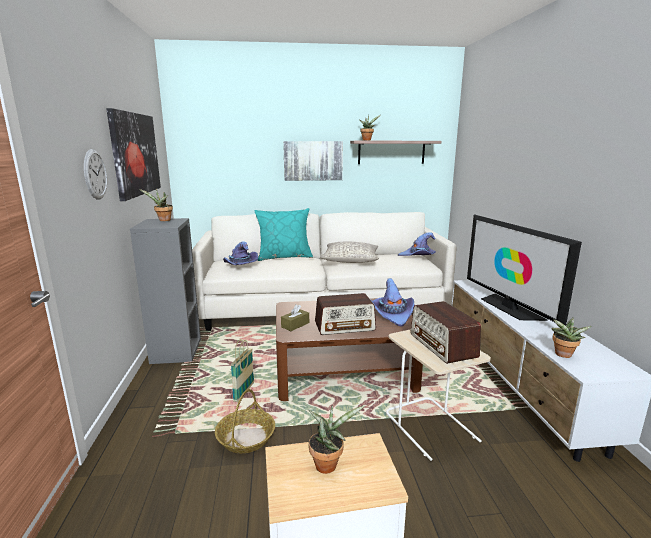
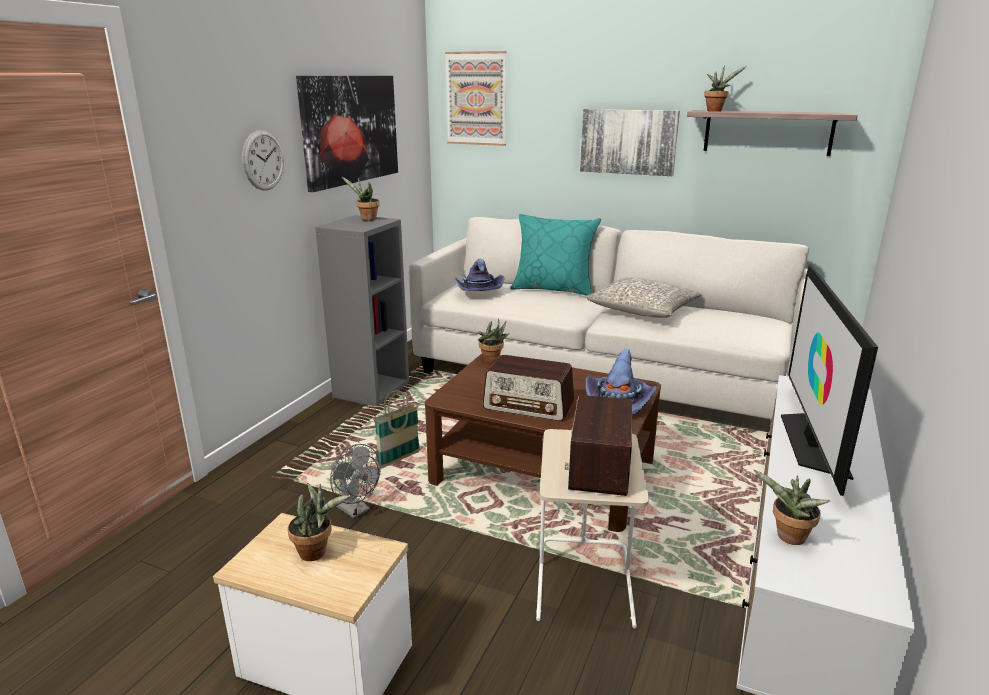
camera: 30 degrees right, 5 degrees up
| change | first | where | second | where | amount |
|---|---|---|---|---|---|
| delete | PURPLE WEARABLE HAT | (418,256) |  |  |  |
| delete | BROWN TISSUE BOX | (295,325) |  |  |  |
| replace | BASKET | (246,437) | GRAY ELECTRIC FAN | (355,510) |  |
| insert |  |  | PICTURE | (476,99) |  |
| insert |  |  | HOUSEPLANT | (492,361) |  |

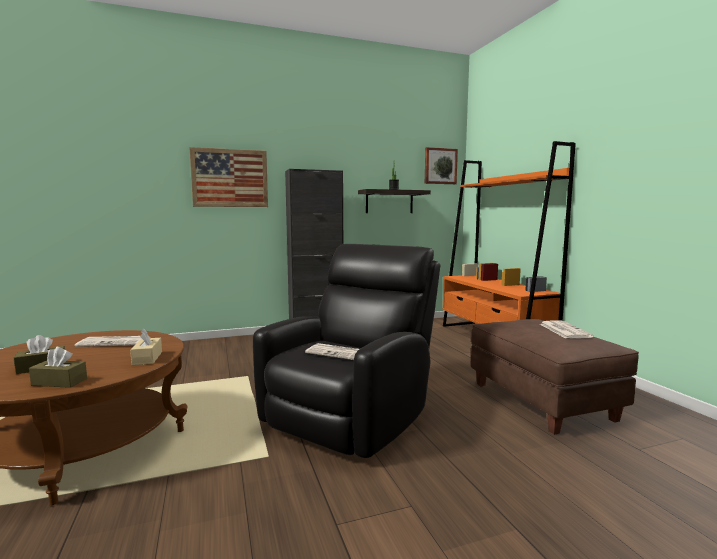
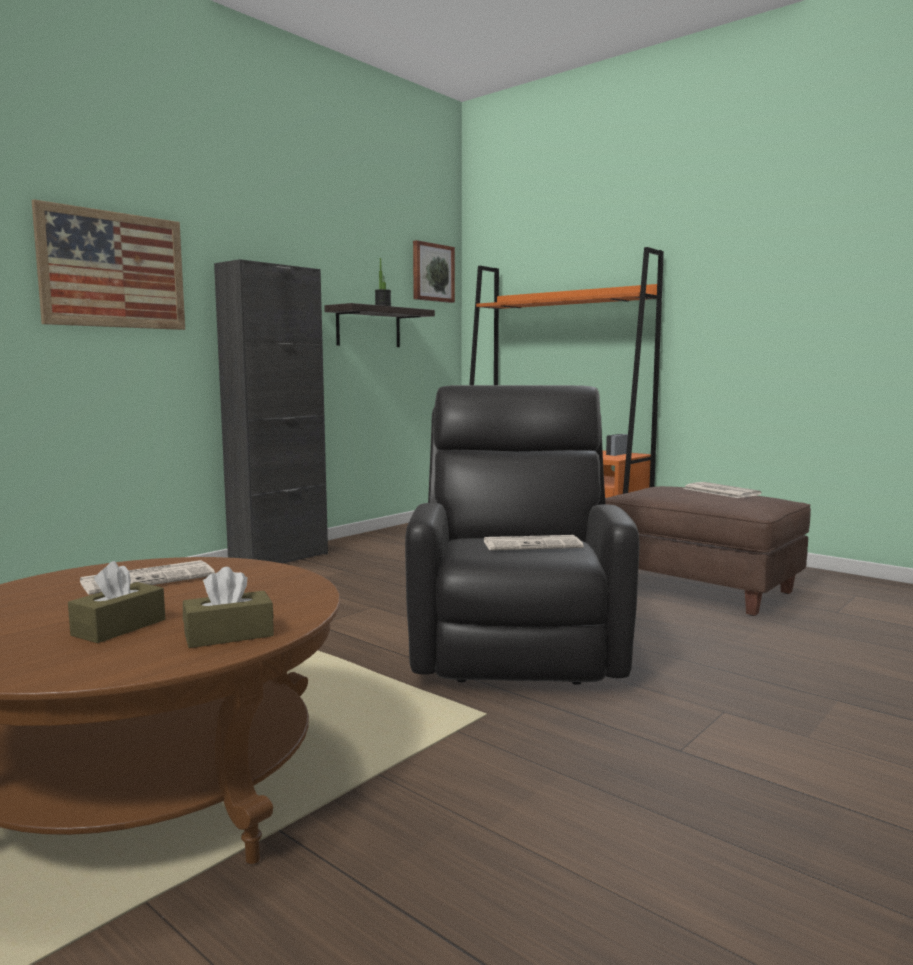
camera: 30 degrees left, 0 degrees up
| change | first | where | second | where | amount |
|---|---|---|---|---|---|
| delete | SAND-COLOURED TISSUE BOX | (147,358) |  |  |  |

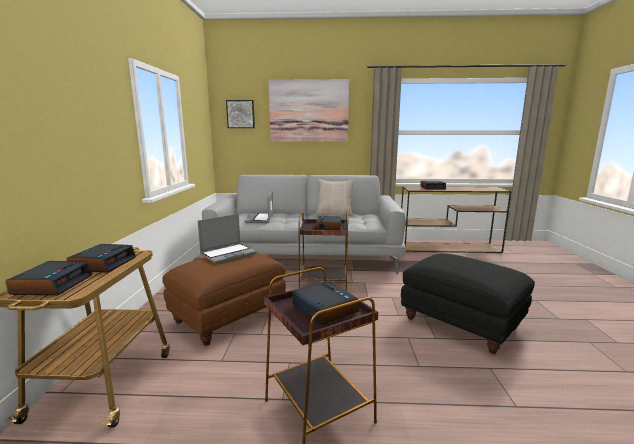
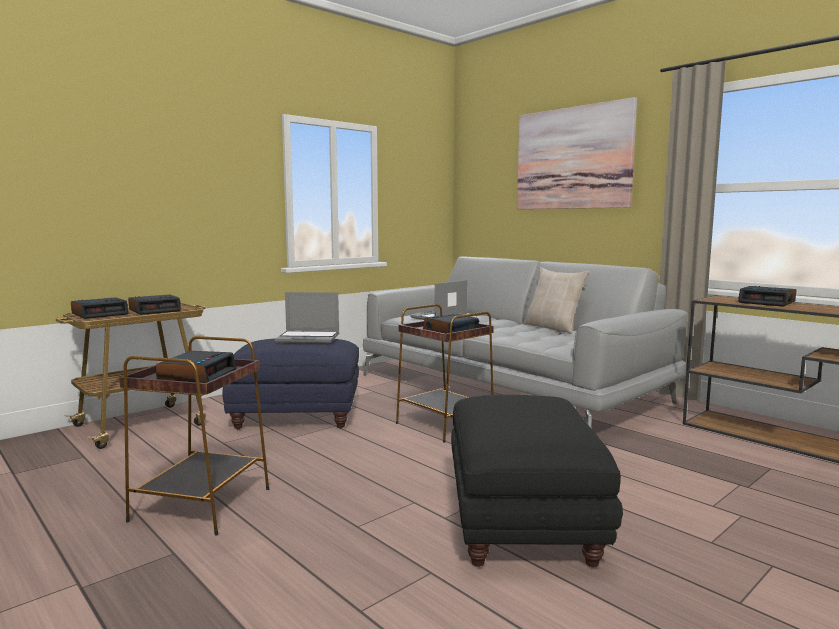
camera: 45 degrees right, 5 degrees down
| change | first | where | second | where | amount |
|---|---|---|---|---|---|
| delete | PICTURE | (240,114) |  |  |  |
| recolor | BROWN OTTOMAN | (229,316) | BLUE OTTOMAN | (298,416) |  |

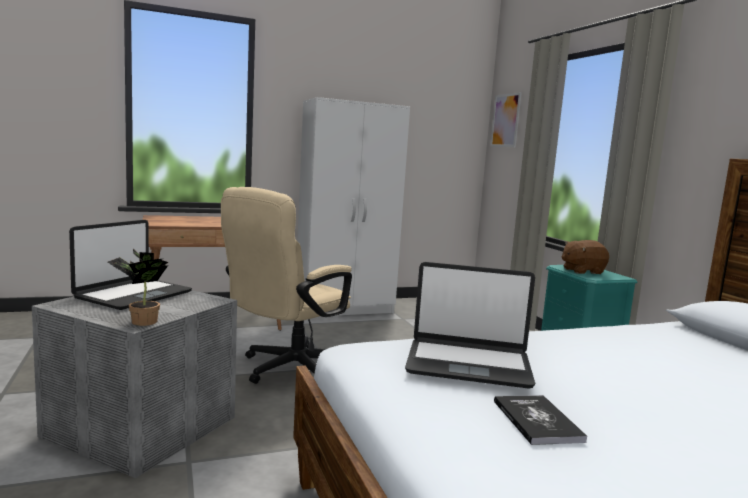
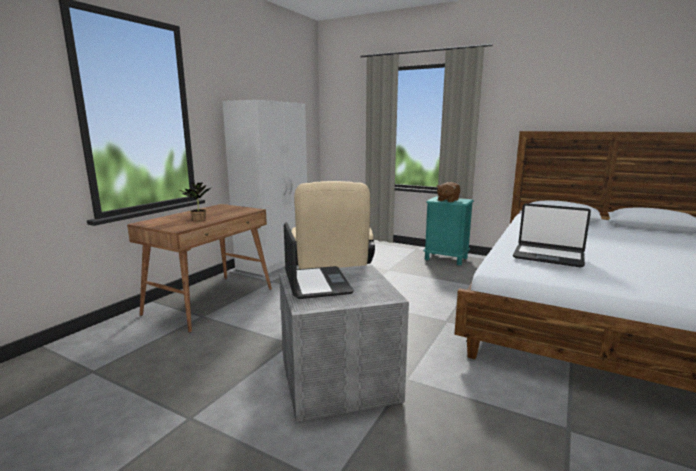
camera: 40 degrees left, 5 degrees up
| change | first | where | second | where | amount |
|---|---|---|---|---|---|
| delete | PICTURE | (505,120) |  |  |  |
| move | HOUSEPLANT | (140,322) |  | (197,219) |  |
| rotate | LAPTOP | (468,364) |  | (548,256) | 60 degrees clockwise |
| delete | VOLUME | (537,421) |  |  |  |

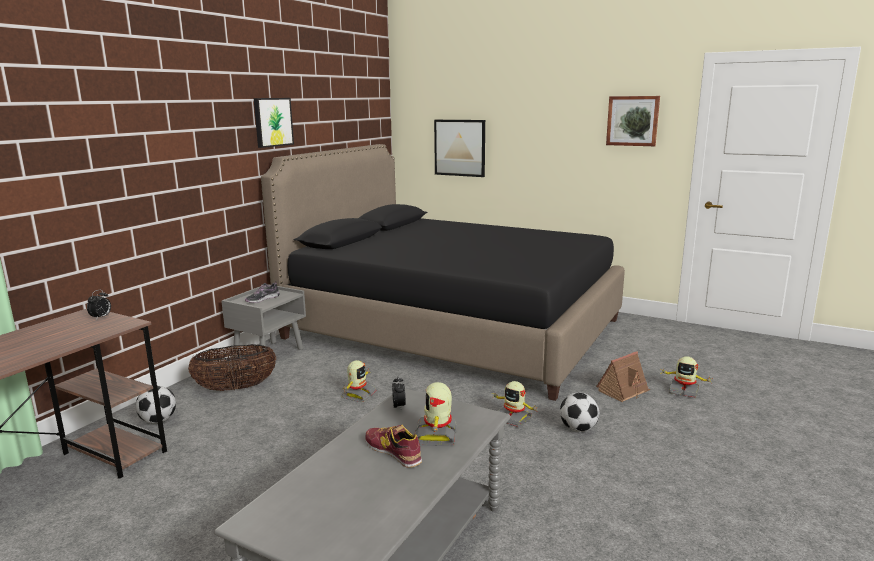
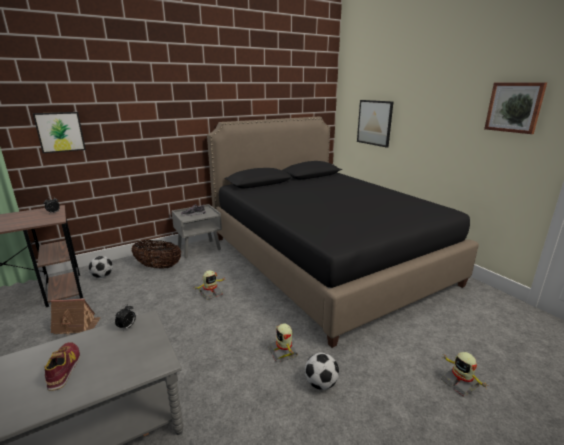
camera: 30 degrees right, 5 degrees up
| change | first | where | second | where | amount |
|---|---|---|---|---|---|
| move | PICTURE | (272,122) |  | (60,132) |  |
| move | MINIATURE HOUSE | (623,391) |  | (77,325) |  |
| delete | TOY ROBOT | (437,435) |  |  |  |

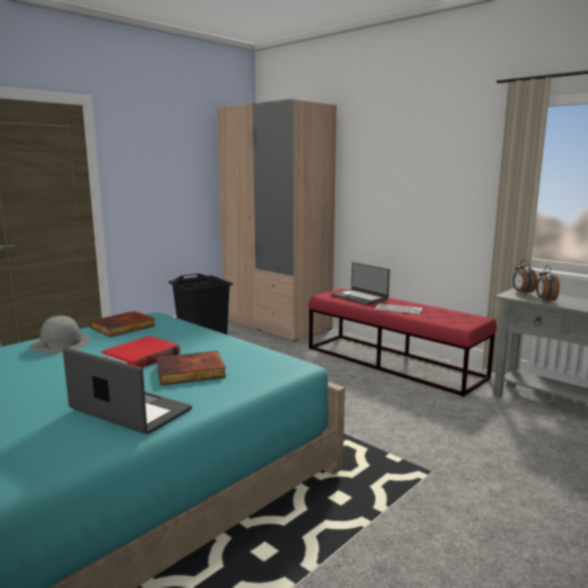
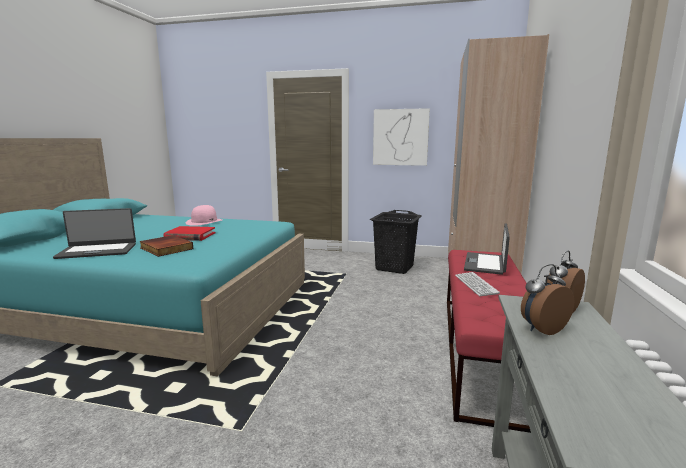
camera: 60 degrees right, 0 degrees up
| change | first | where | second | where | amount |
|---|---|---|---|---|---|
| delete | VOLUME | (123,327) |  |  |  |
| recolor | GRAY WEARABLE HAT | (61,343) | PINK WEARABLE HAT | (204,221) |  |
| rotate | LAPTOP | (129,411) |  | (97,251) | 75 degrees clockwise |
| insert |  |  | PICTURE | (400,137) |  |

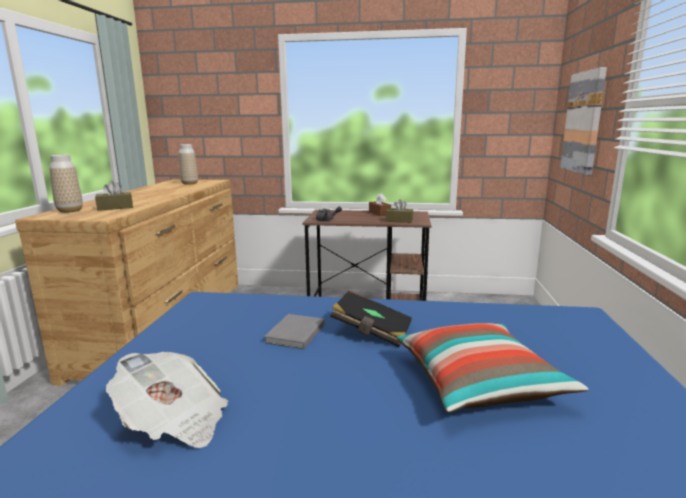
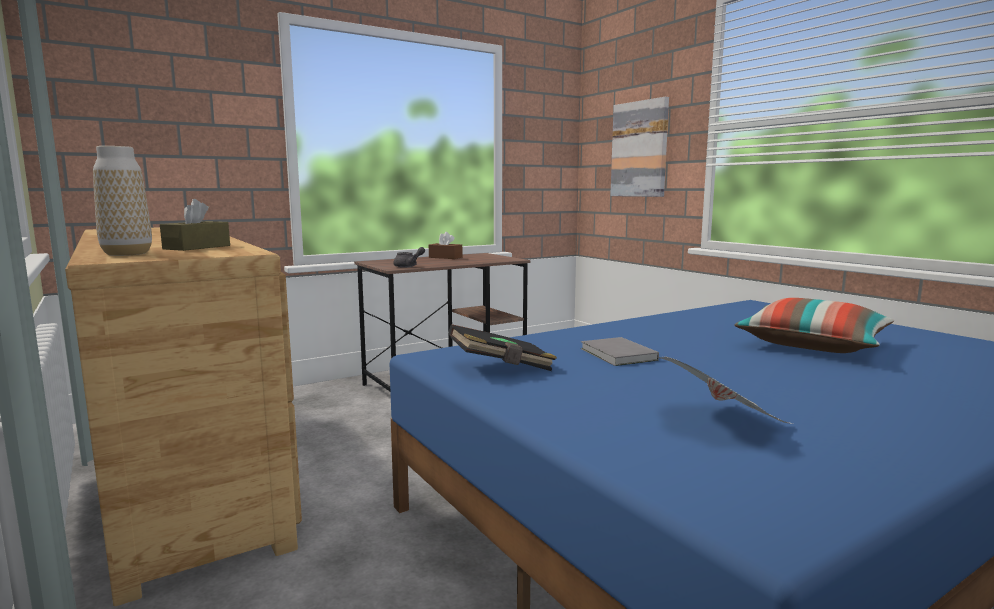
camera: 40 degrees left, 5 degrees down
| change | first | where | second | where | amount |
|---|---|---|---|---|---|
| delete | FLOWER VASE | (189,183) |  |  |  |
| delete | BROWN TISSUE BOX | (399,220) |  |  |  |
| move | BLACKISH VOLUME | (372,332) |  | (501,367) |  |

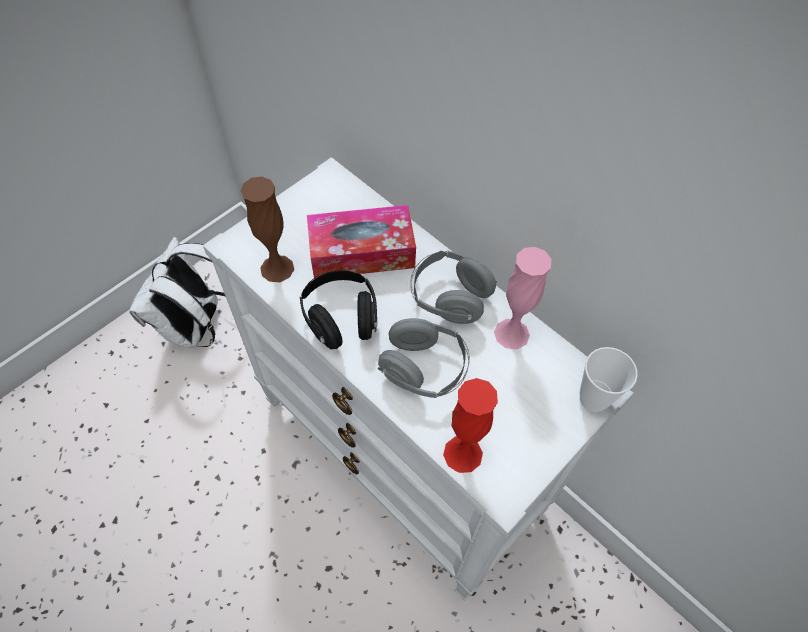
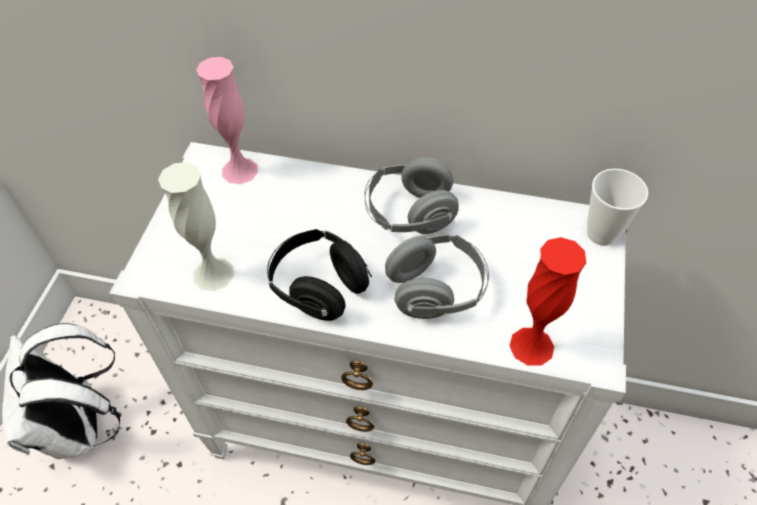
camera: 30 degrees left, 5 degrees down
| change | first | where | second | where | amount |
|---|---|---|---|---|---|
| recolor | BROWN FLOWER VASE | (277,268) | WHITE-COLOURED FLOWER VASE | (213,274) |  |
| delete | TISSUE BOX | (362,252) |  |  |  |
| move | PINK FLOWER VASE | (511,333) |  | (240,170) |  |

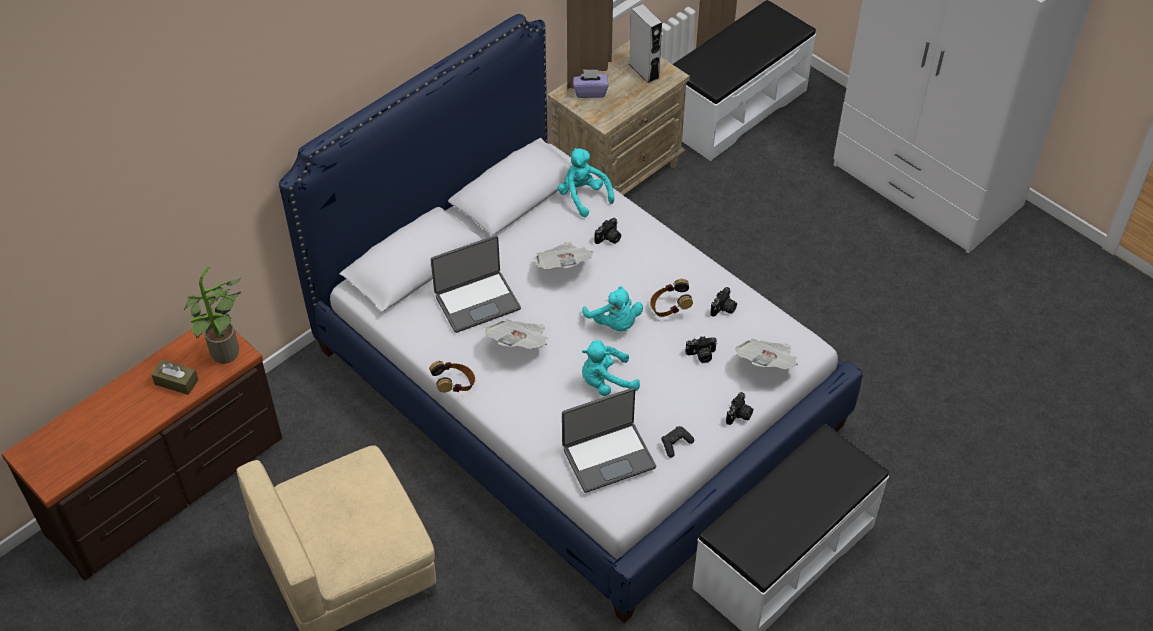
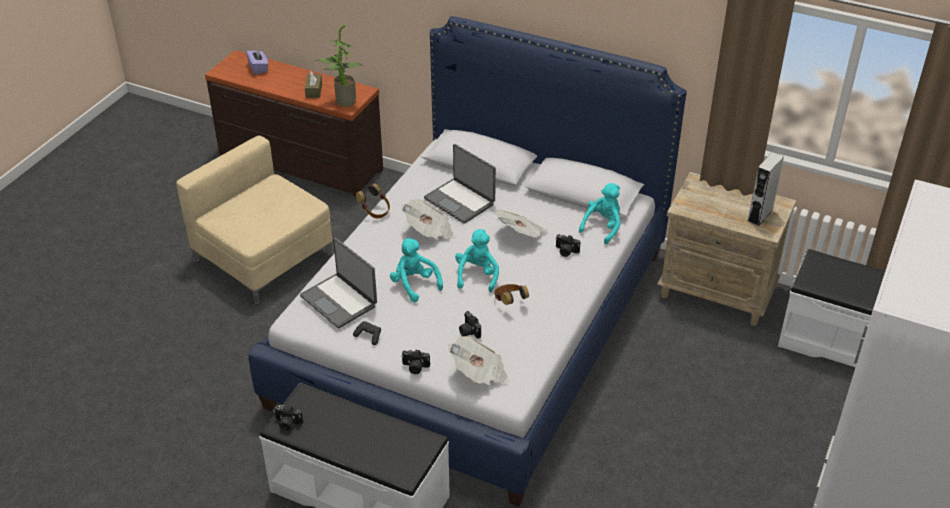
camera: 70 degrees right, 10 degrees down
| change | first | where | second | where | amount |
|---|---|---|---|---|---|
| move | PURPLE TISSUE BOX | (590,92) |  | (258,68) |  |
| rotate | TURQUOISE CUDDLY TOY | (614,323) |  | (477,275) | 150 degrees clockwise |
| move | PHOTO CAMERA | (724,309) |  | (287,423) |  |

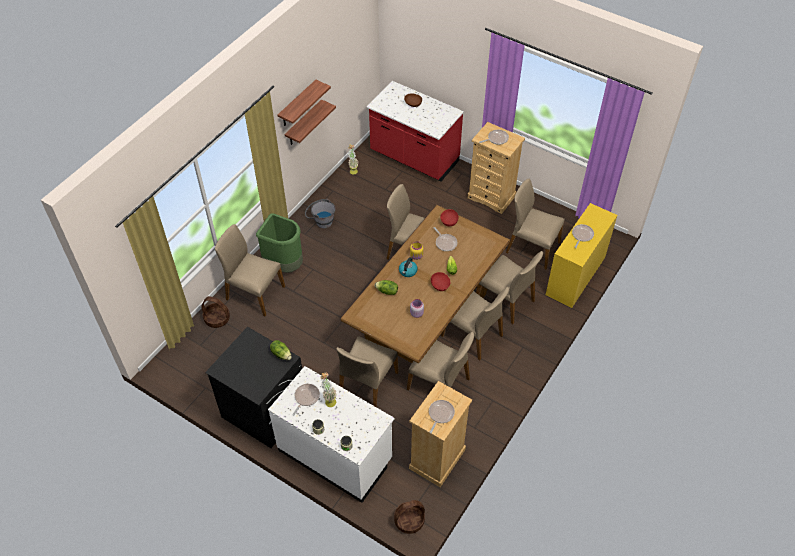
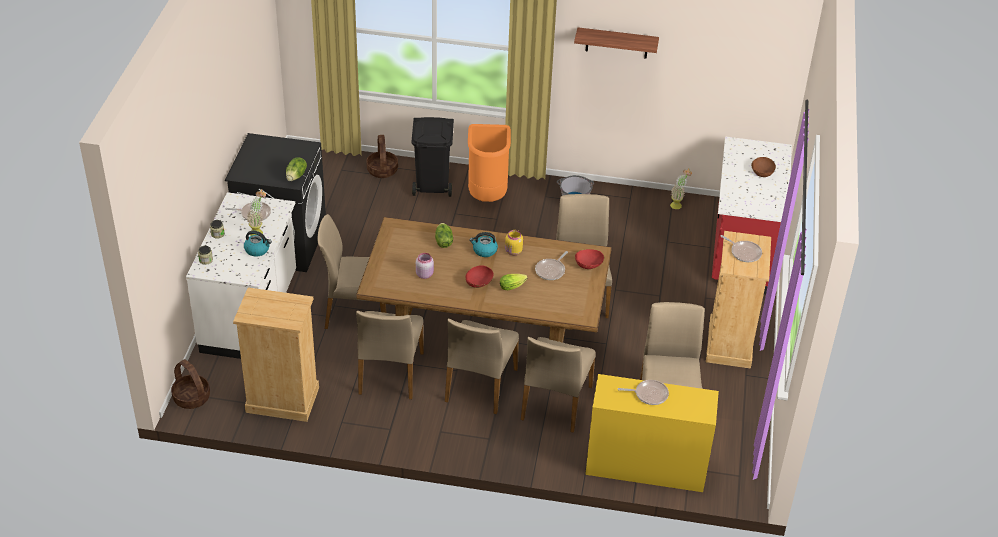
camera: 65 degrees right, 10 degrees down
| change | first | where | second | where | amount |
|---|---|---|---|---|---|
| delete | BRACKET SHELF | (304,123) |  |  |  |
| recolor | GREEN-COLOURED TRASH CAN | (284,265) | ORANGEY TRASH CAN | (488,195) |  |
| replace | SAND-COLOURED PLAIN CHAIR | (254,293) | BLACKISH TRASH CAN | (433,185) |  |
| delete | FRYING PAN | (440,414) |  |  |  |
| insert |  |  | KETTLE | (257,250) |  |

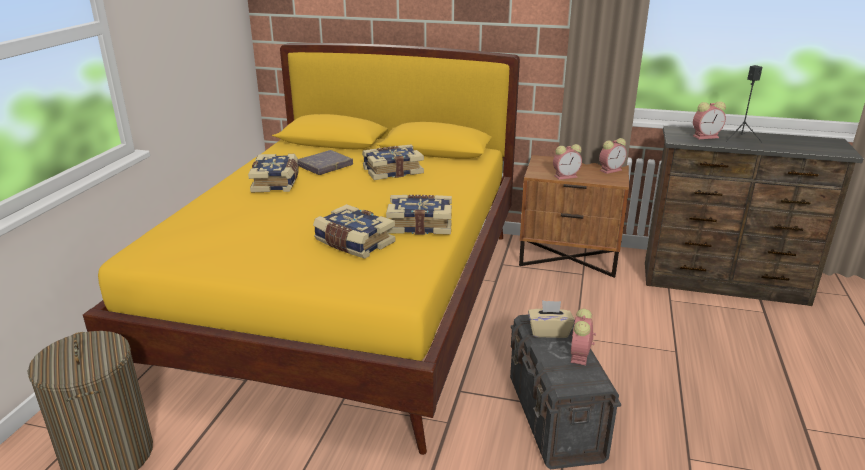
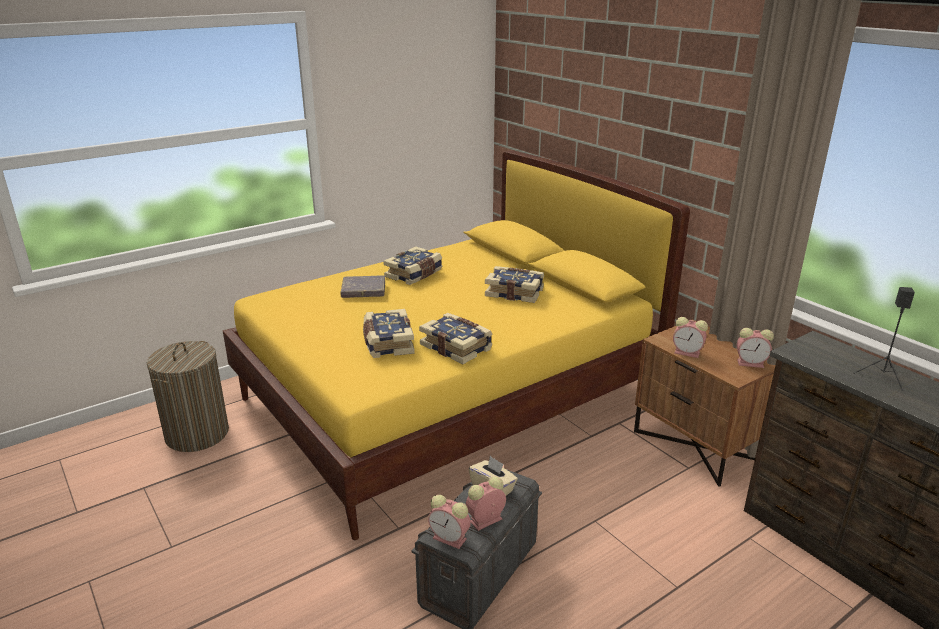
camera: 40 degrees right, 0 degrees up
| change | first | where | second | where | amount |
|---|---|---|---|---|---|
| move | ALARM CLOCK | (706,136) |  | (451,539) |  |
| move | GRAY VOLUME | (325,166) |  | (363,290) |  |

